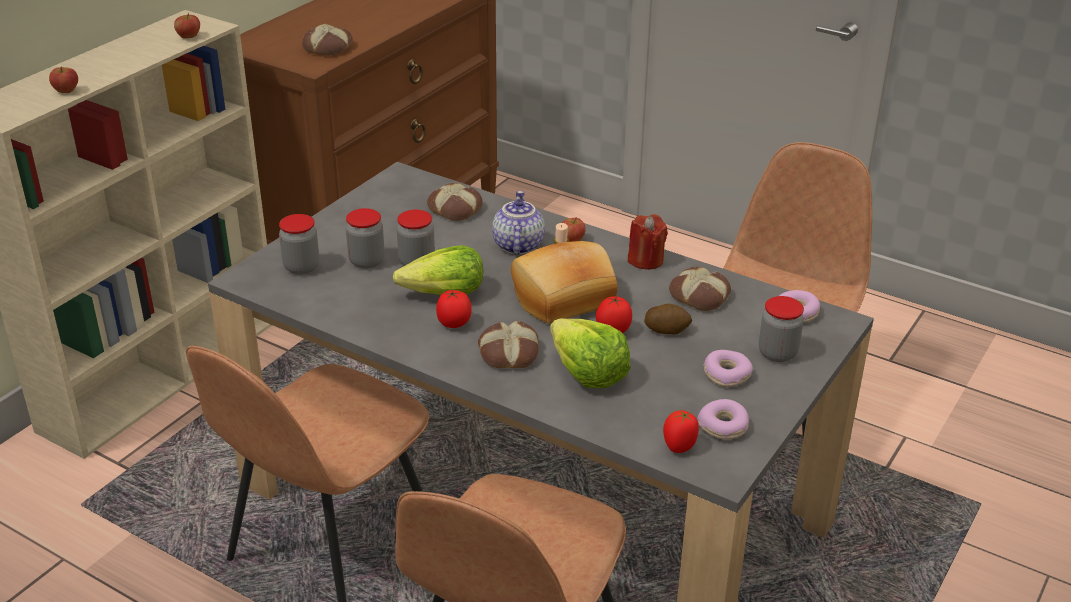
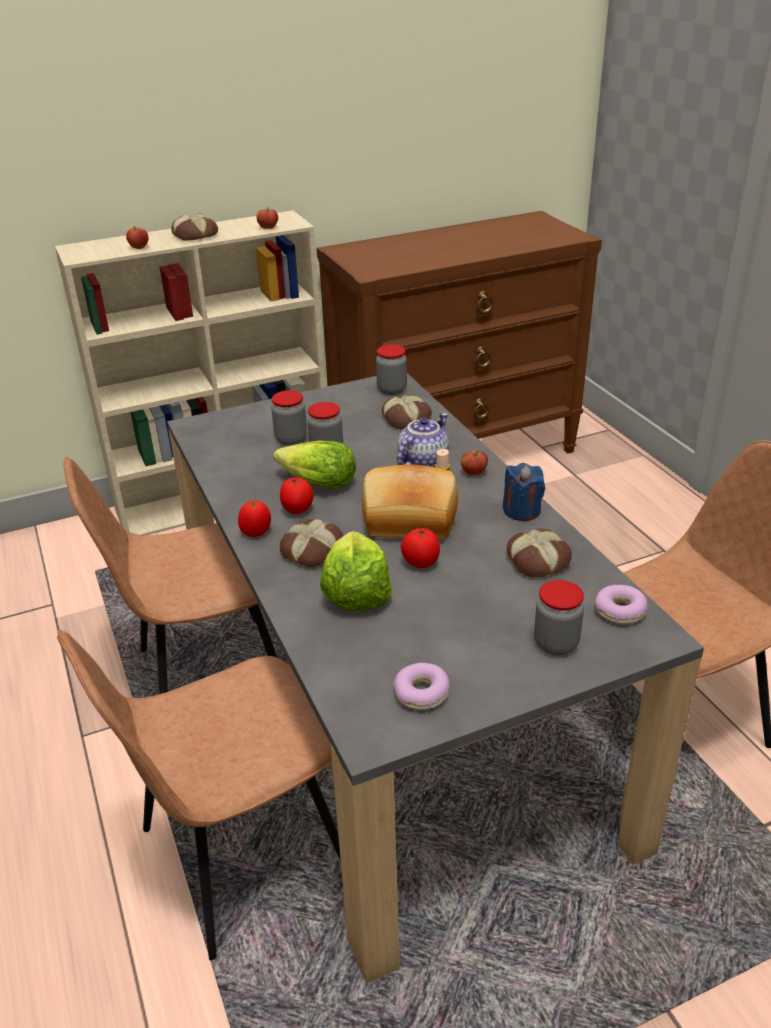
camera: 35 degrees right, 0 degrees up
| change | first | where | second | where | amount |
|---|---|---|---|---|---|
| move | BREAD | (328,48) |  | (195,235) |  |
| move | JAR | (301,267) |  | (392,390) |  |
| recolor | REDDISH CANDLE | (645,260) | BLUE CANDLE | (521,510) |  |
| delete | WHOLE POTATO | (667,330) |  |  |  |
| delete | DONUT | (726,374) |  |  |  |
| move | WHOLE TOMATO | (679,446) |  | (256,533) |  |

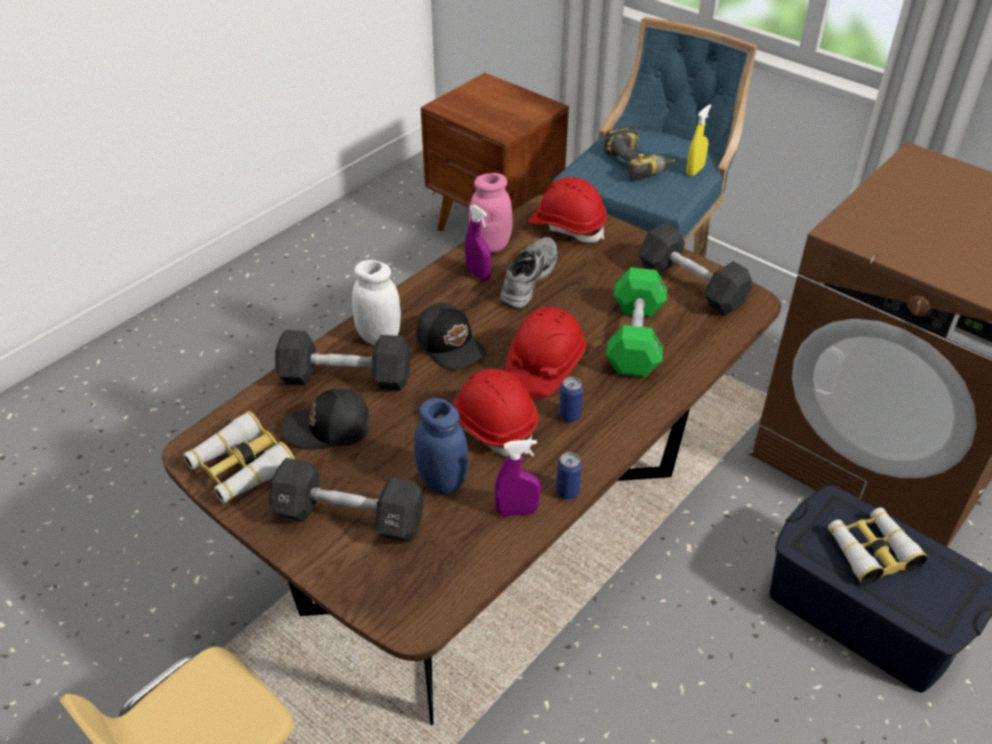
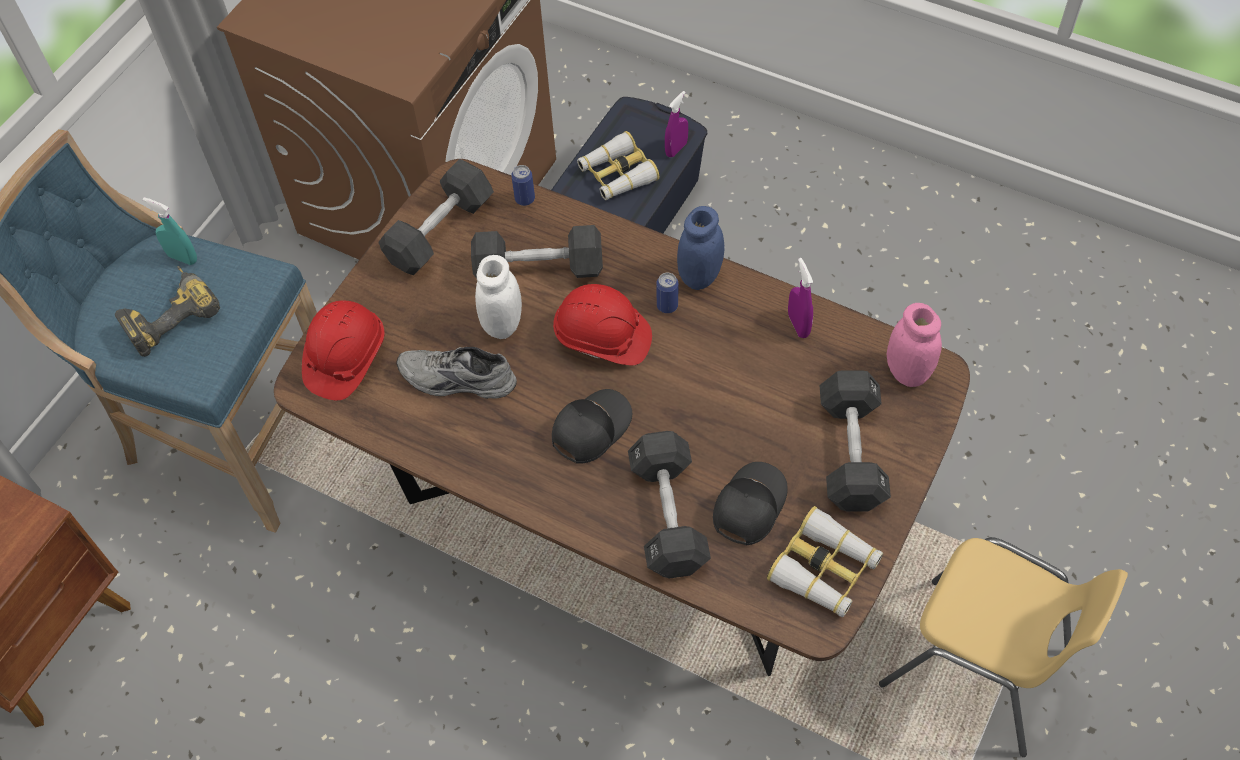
camera: 100 degrees left, 15 degrees up
| change | first | where | second | where | amount |
|---|---|---|---|---|---|
| recolor | YELLOWISH SPRAYER | (695,171) | TURQUOISE SPRAYER | (182,258) |  |
| move | PINK JAR | (490,245) |  | (907,372) |  |
| move | PURPLE SPRAYER | (478,274) |  | (676,149) |  |
| move | WHITE-COLOURED JAR | (379,337) |  | (502,324) |  |
| recolor | GREEN-COLOURED DUMBBELL | (635,338) | BLACKISH DUMBBELL | (539,269) |  |
| delete | REDDISH SAFETY HELMET | (493,425) |  |  |  |
| rotate | BLACKISH PEAKED CAP | (329,429) |  | (748,506) | 135 degrees counterclockwise |
| move | BLUE JAR | (442,481) |  | (700,276) |  |
| move | CAN | (567,492) |  | (525,199) |  |

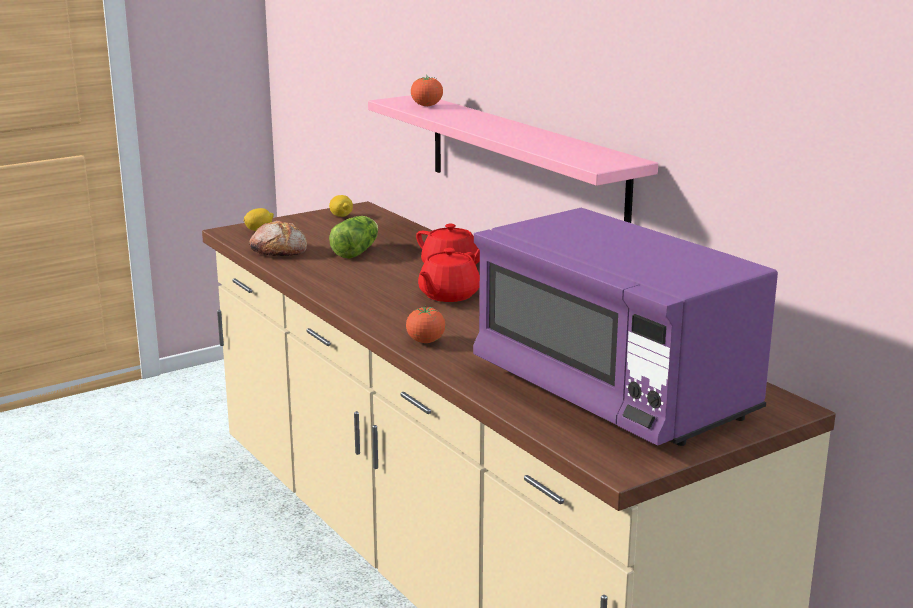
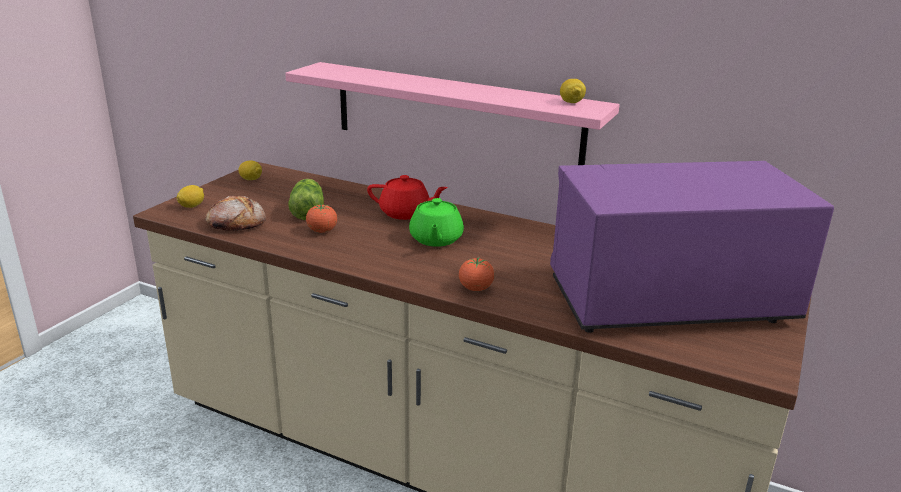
camera: 30 degrees left, 5 degrees up
| change | first | where | second | where | amount |
|---|---|---|---|---|---|
| move | WHOLE TOMATO | (426,106) |  | (322,231) |  |
| rotate | PURPLE KITCHEN MICROWAVE | (613,393) |  | (668,301) | 150 degrees clockwise |
| recolor | REDDISH POT FOR TEA | (448,295) | GREEN-COLOURED POT FOR TEA | (435,239) |  |
| insert |  |  | CITRUS FRUIT | (571,102) |  |

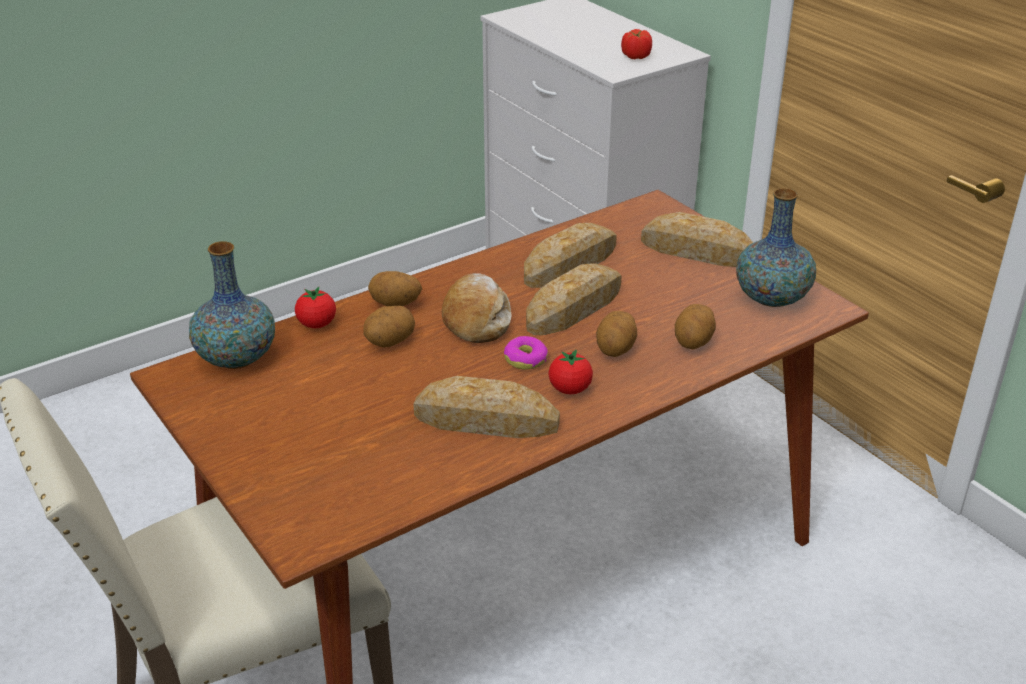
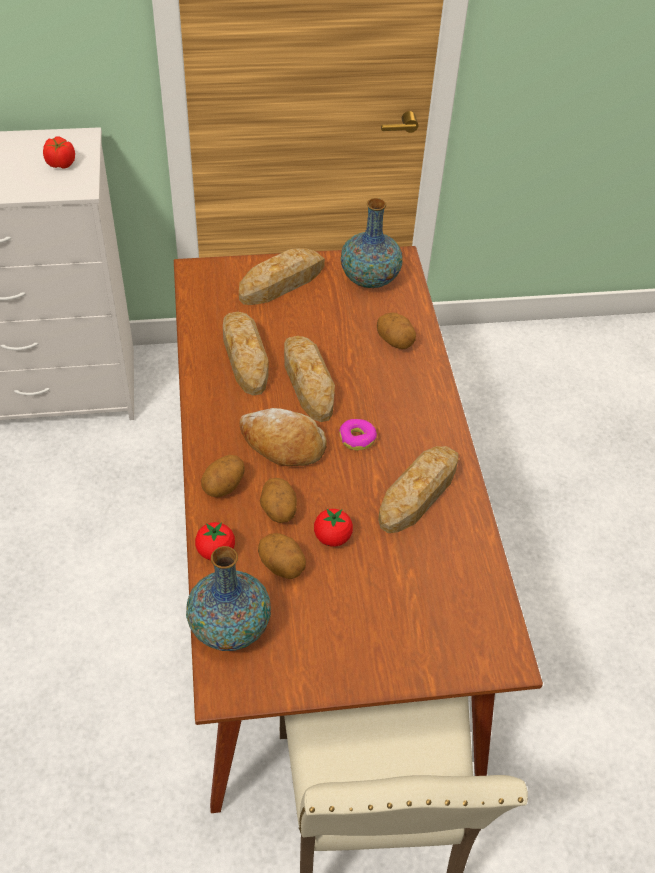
camera: 65 degrees left, 15 degrees up
| change | first | where | second | where | amount |
|---|---|---|---|---|---|
| move | WHOLE POTATO | (616,349) |  | (282,566) |  |
| move | WHOLE TOMATO | (570,389) |  | (332,537) |  |

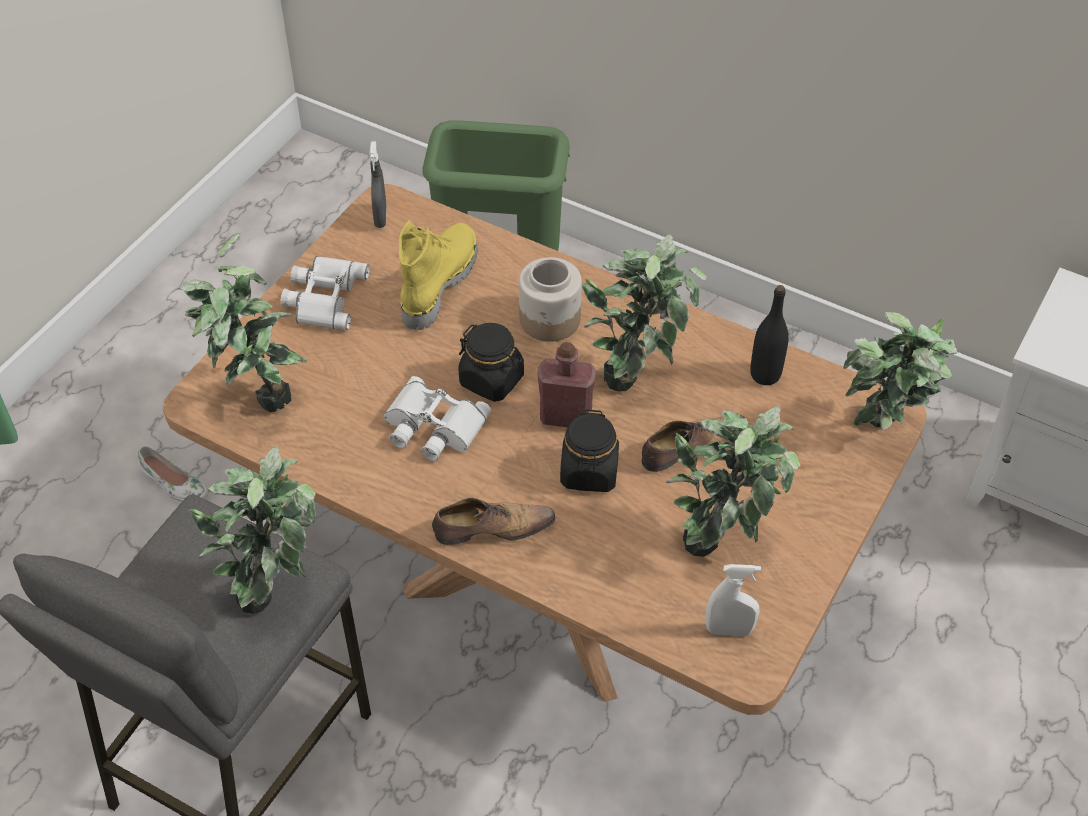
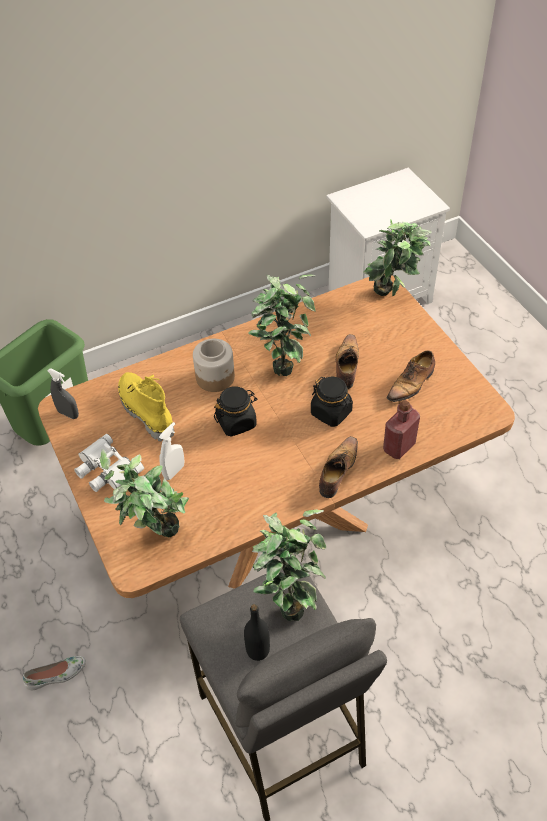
camera: 55 degrees left, 0 degrees up
| change | first | where | second | where | amount |
|---|---|---|---|---|---|
| move | BLACKISH DRINK BOTTLE | (765,375) |  | (258,650) |  |
| move | REDDISH DRINK BOTTLE | (566,417) |  | (399,447) |  |
| delete | WHITE-COLOURED BINOCULARS | (432,427) |  |  |  |
| replace | HOUSEPLANT | (721,540) | SHOE | (411,384) |  |
| move | WHITE-COLOURED SPRAYER | (729,630) |  | (174,471) |  |

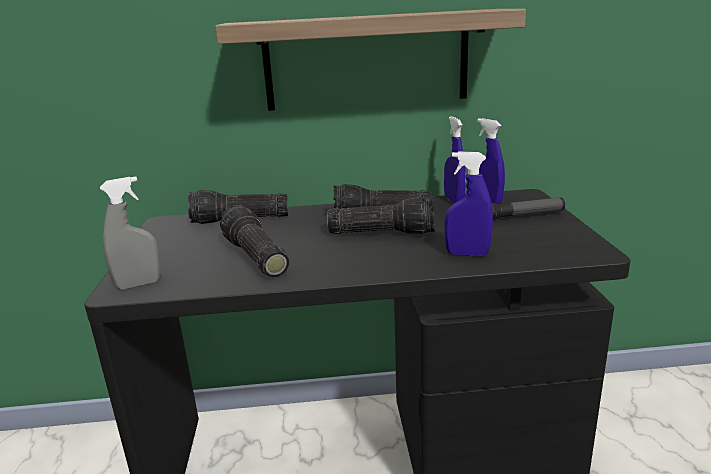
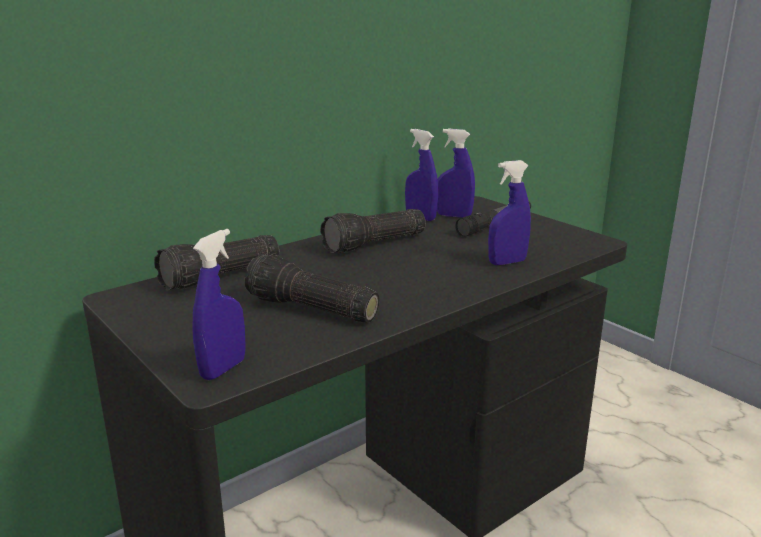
camera: 35 degrees left, 0 degrees up
| change | first | where | second | where | amount |
|---|---|---|---|---|---|
| delete | BRACKET SHELF | (366,61) |  |  |  |
| recolor | GRAY SPRAYER | (139,284) | BLUE SPRAYER | (223,369) |  |
| delete | FLASHLIGHT | (383,232) |  |  |  |

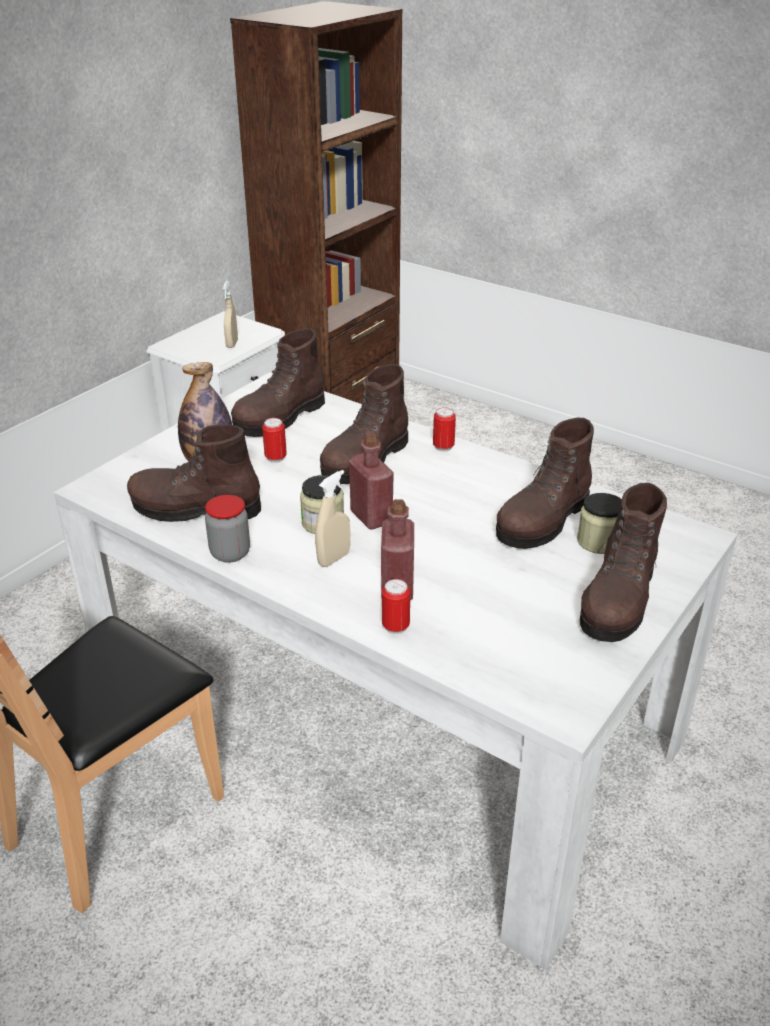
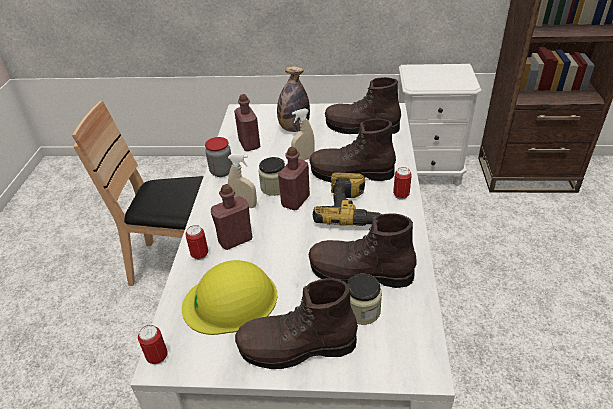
camera: 60 degrees right, 5 degrees up
| change | first | where | second | where | amount |
|---|---|---|---|---|---|
| move | SAND-COLOURED SPRAYER | (232,344) |  | (303,159) |  |
| move | CAN | (275,458) |  | (157,357) |  |
| replace | BROWN TALL BOOT | (195,509) | REDDISH DRINK BOTTLE | (249,144) |  |
| insert |  |  | ELECTRIC DRILL | (351,210) |  |
| insert |  |  | YELLOWISH SAFETY HELMET | (231,300) |  |

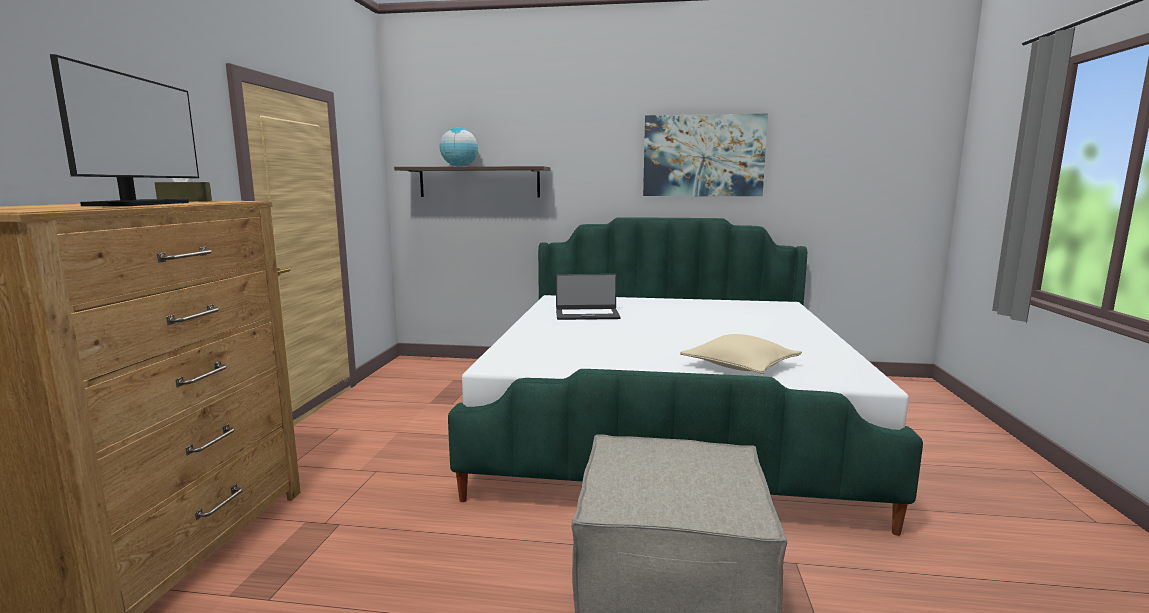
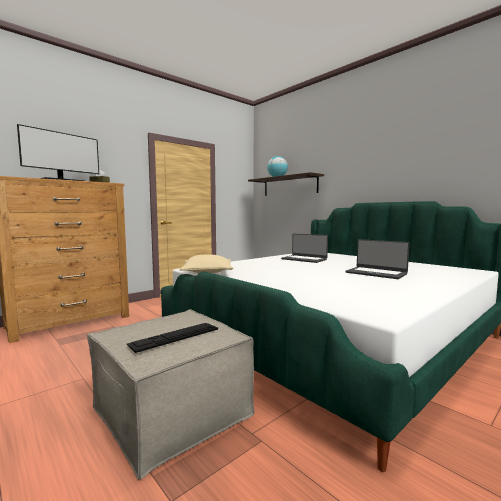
camera: 40 degrees right, 5 degrees down
| change | first | where | second | where | amount |
|---|---|---|---|---|---|
| delete | PICTURE | (703,156) |  |  |  |
| move | SAND-COLOURED CUSHION | (740,366) |  | (207,272) |  |
| insert |  |  | LAPTOP | (376,273) |  |
| insert |  |  | KEYBOARD | (175,336) |  |

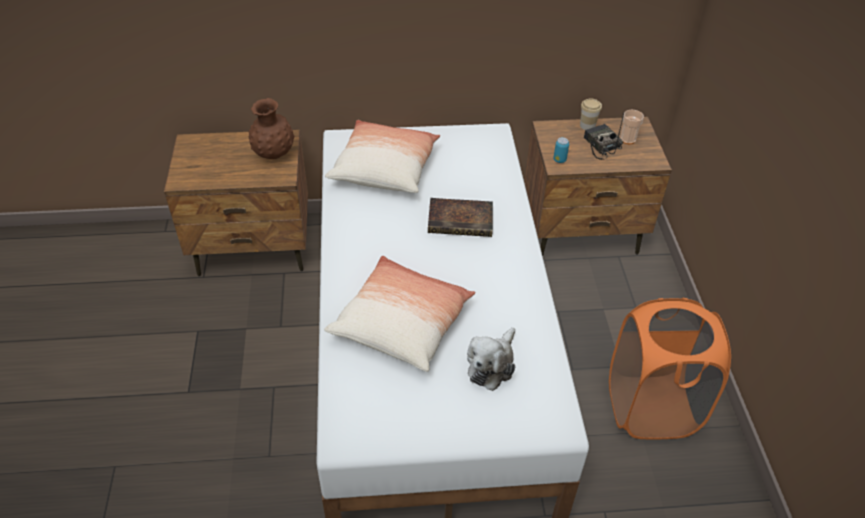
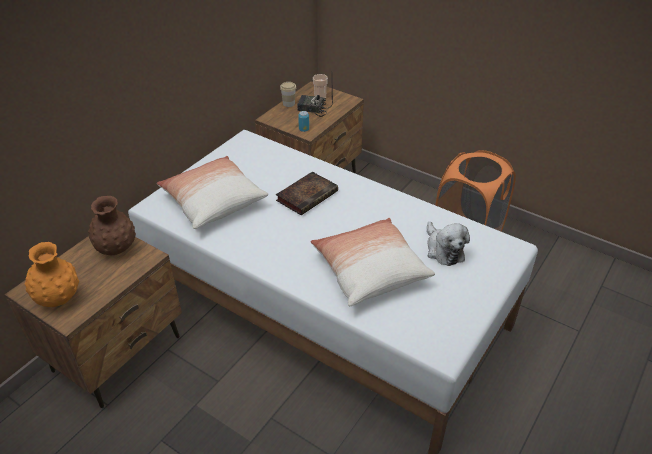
camera: 50 degrees left, 5 degrees down
| change | first | where | second | where | amount |
|---|---|---|---|---|---|
| insert |  |  | ORANGEY FLOWER VASE | (59,298) |  |

